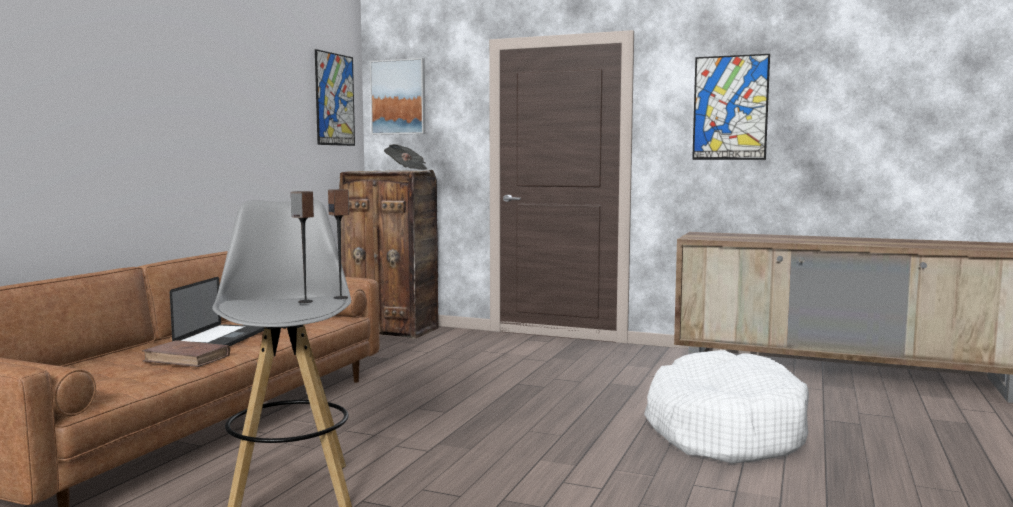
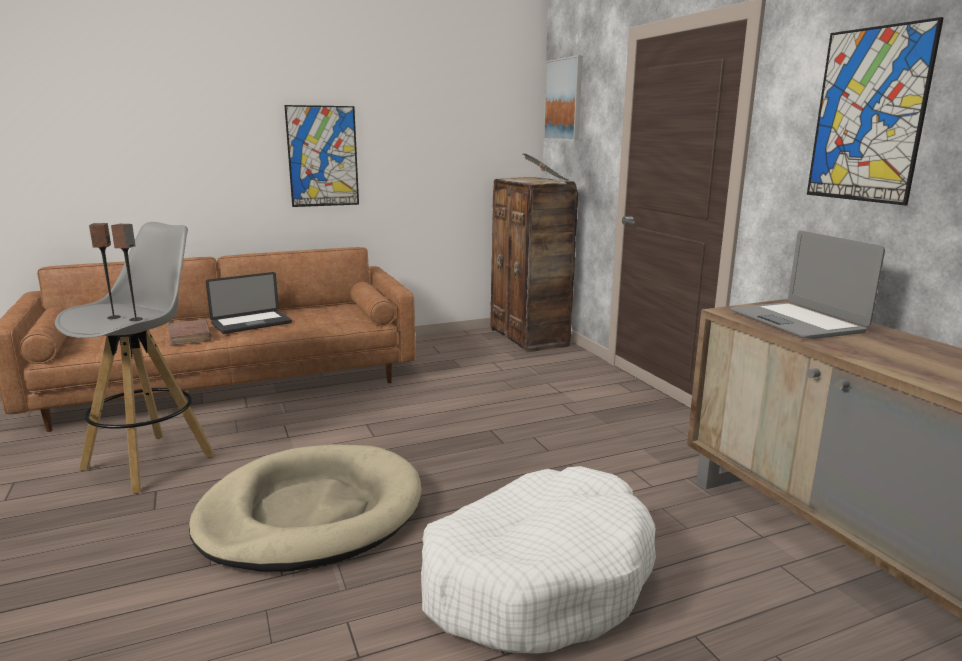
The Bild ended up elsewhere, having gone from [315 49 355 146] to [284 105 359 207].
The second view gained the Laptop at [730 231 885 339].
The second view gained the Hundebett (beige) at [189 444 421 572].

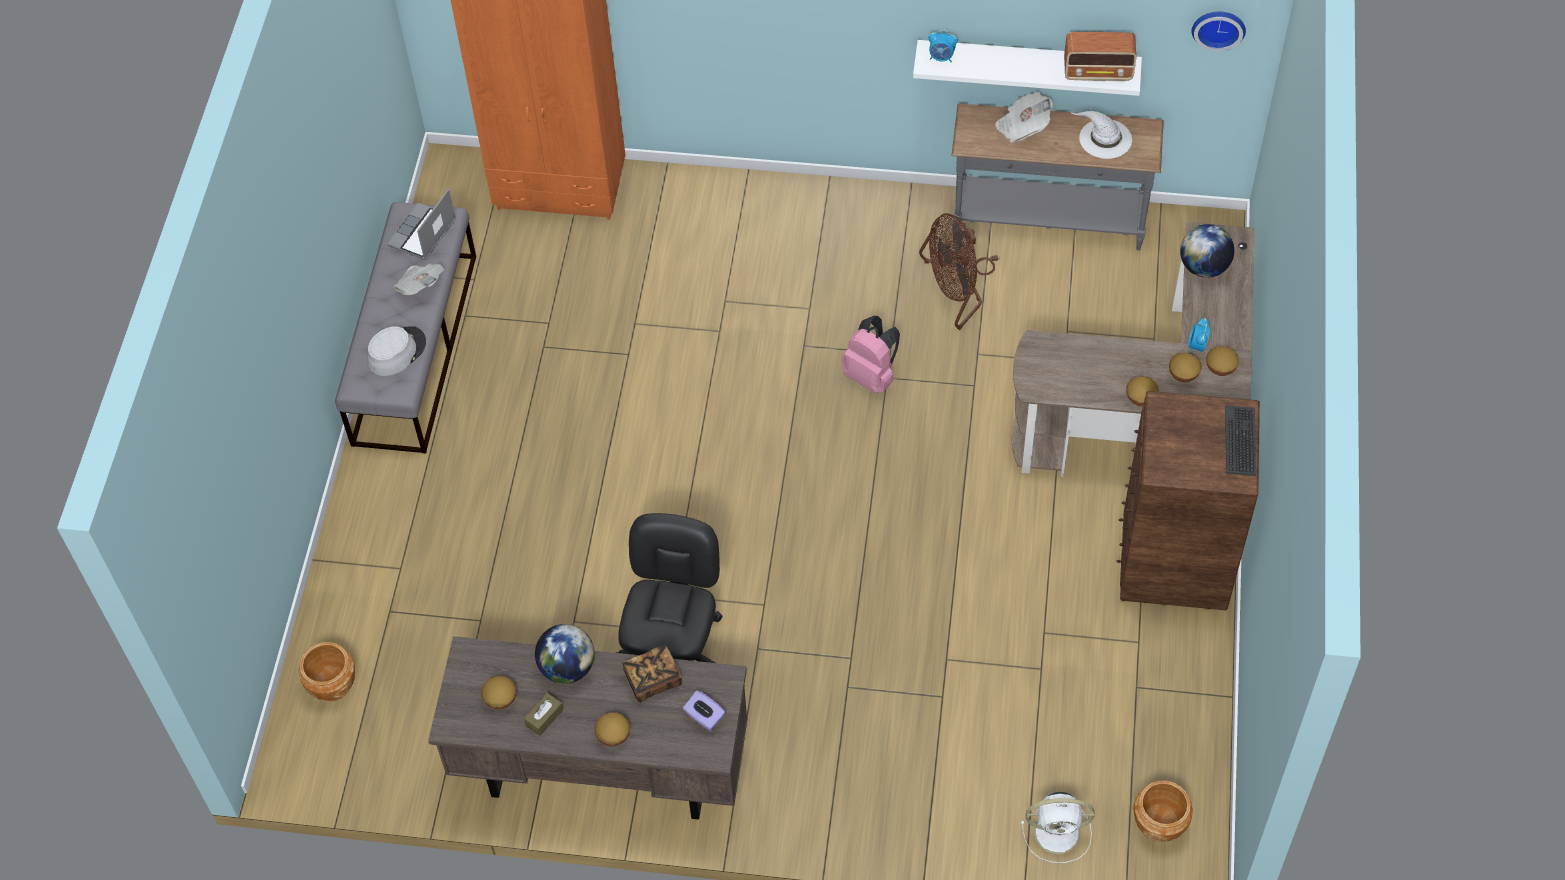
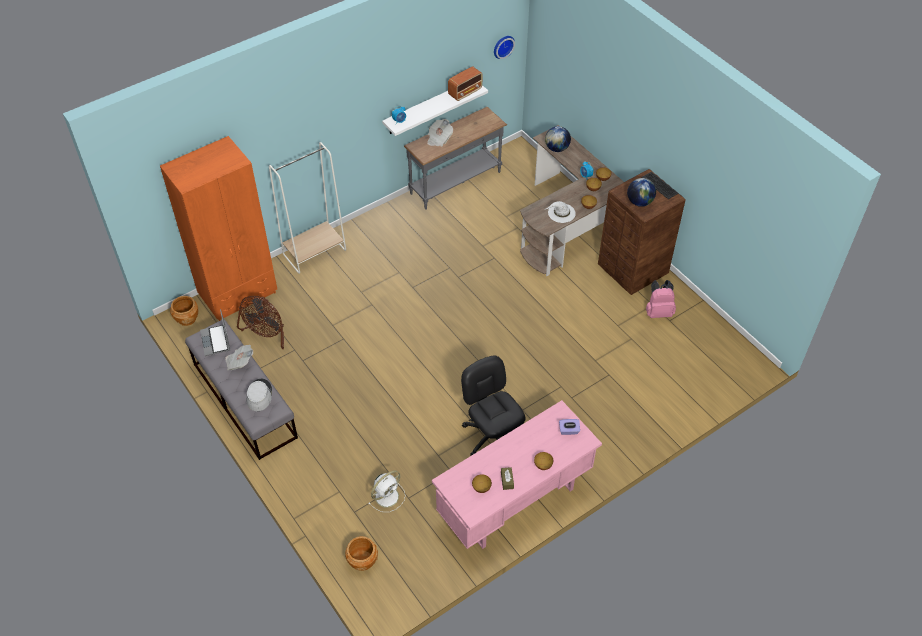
The Hut (weiß) ended up elsewhere, having gone from [1072 111 1132 159] to [546 201 576 223].
The Ventilator (braun) ended up elsewhere, having gone from [919 213 999 330] to [237 296 284 349].
The Rucksack (rosa) ended up elsewhere, having gone from [841 316 900 394] to [646 280 676 318].
The Globus ended up elsewhere, having gone from [535 624 595 684] to [627 178 656 207].
What was the Schreibtisch (braun) at [428 636 747 820] turned into the Schreibtisch (rosa) at [432 400 602 549].
The second view lost the Buch at [622 645 682 703].
The Pflanzkübel (braun) ended up elsewhere, having gone from [1133 781 1193 842] to [170 296 199 326].
The Ventilator (weiß) ended up elsewhere, having gone from [1021 792 1095 863] to [368 471 406 512].
The second view gained the Kleiderständer at [269 142 346 274].

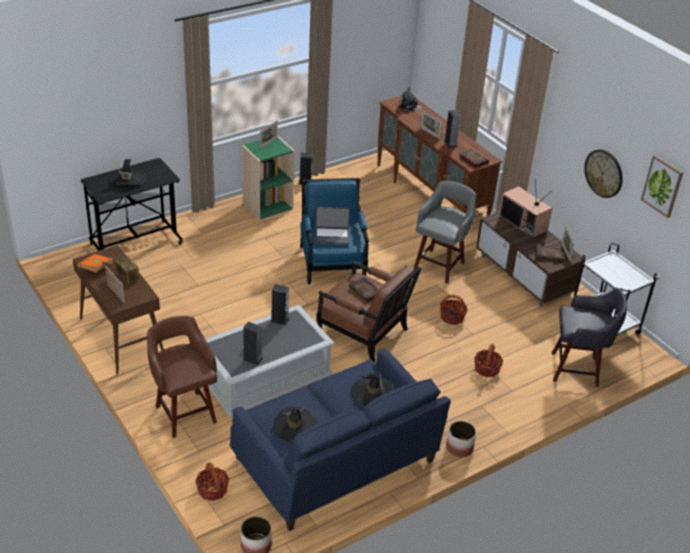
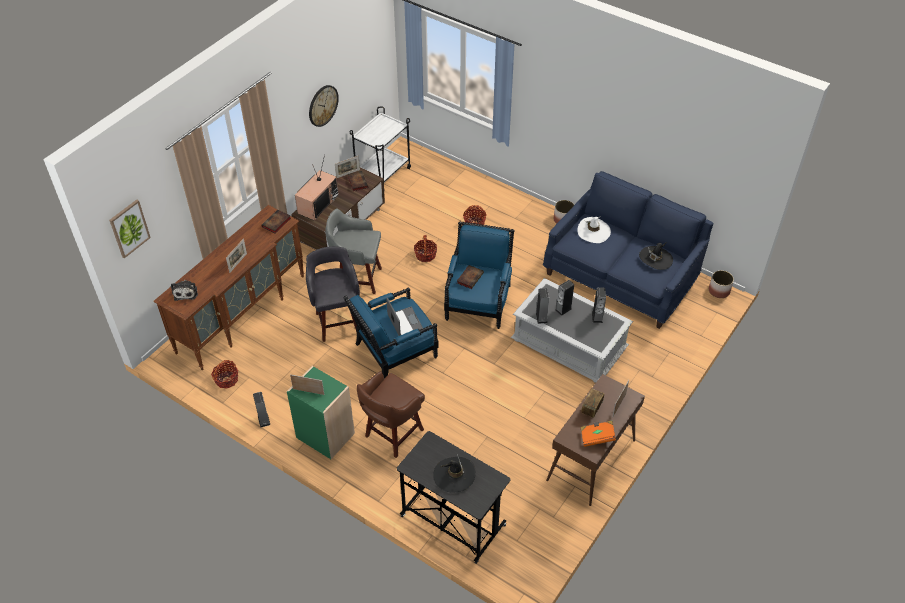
The Lautsprecher ended up elsewhere, having gone from [444 110 461 148] to [555 280 574 316].
The Bild ended up elsewhere, having gone from [641 155 683 218] to [109 200 151 258].
What was the Sessel (braun) at [316 261 422 362] turned into the Sessel (blau) at [444 221 515 329].
The Hocker (grau) ended up elsewhere, having gone from [552 288 627 387] to [306 246 360 342].
The Hocker (braun) ended up elsewhere, having gone from [147 316 217 438] to [357 371 425 458].
What was the Hut (schwarz) at [351 371 395 406] turned into the Hut (weiß) at [577 216 611 243].
The Korb ended up elsewhere, having gone from [195 462 229 501] to [211 360 238 389].

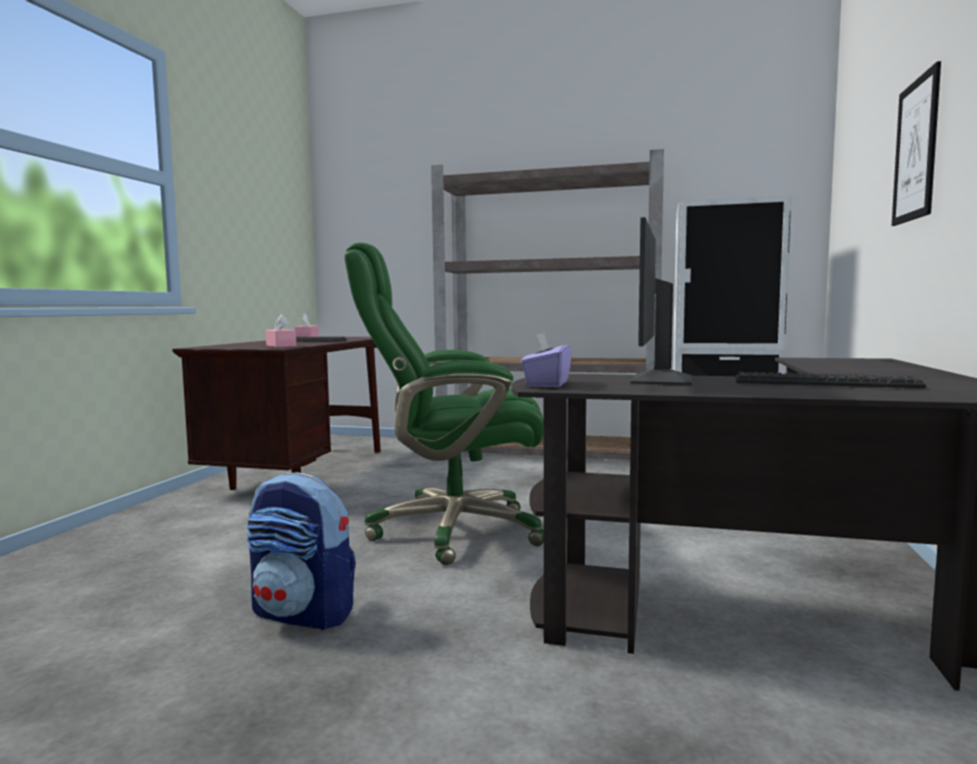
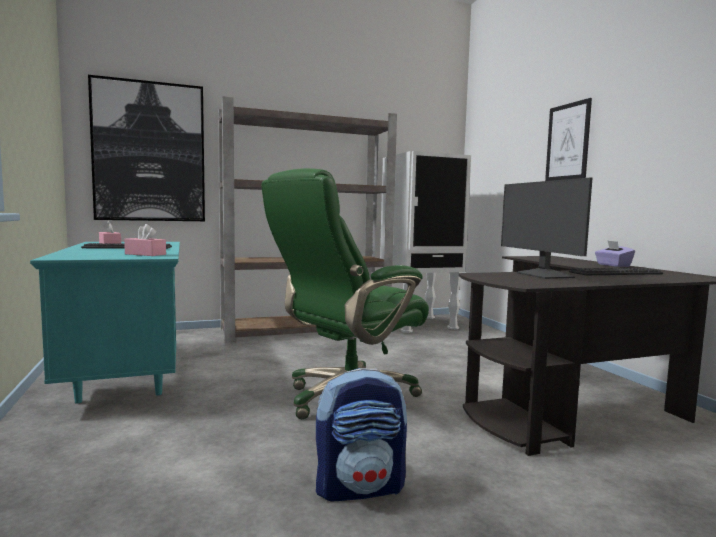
The Taschentuchbox (lila) ended up elsewhere, having gone from [521 333 572 387] to [595 240 635 267].
What was the Schreibtisch (braun) at [172 337 381 490] turned into the Schreibtisch (türkis) at [30 242 180 404].
The second view gained the Bild at [88 75 205 221].

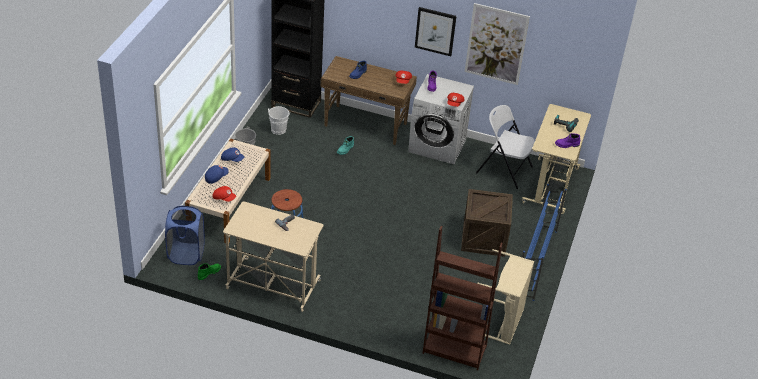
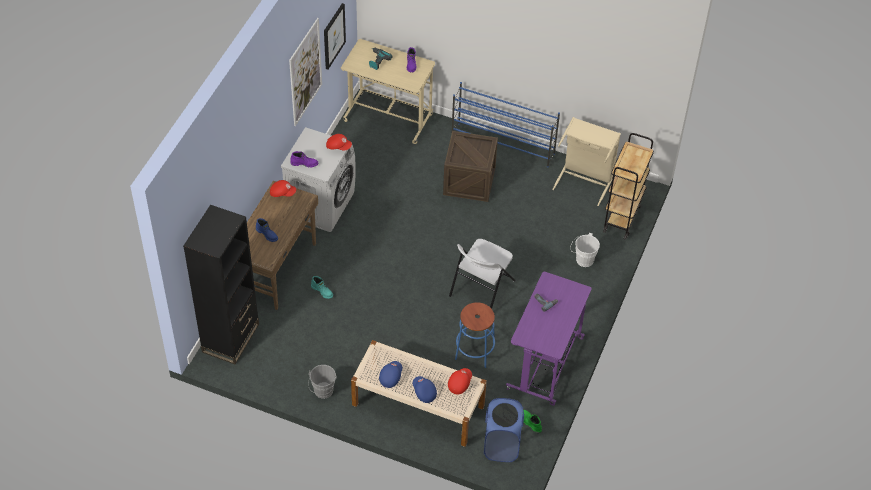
The Bild ended up elsewhere, having gone from [415 7 456 56] to [324 3 346 70].
The Stuhl (weiß) ended up elsewhere, having gone from [476 105 534 189] to [449 239 516 309].
The Eimer (weiß) ended up elsewhere, having gone from [268 106 291 135] to [573 233 600 267].
What was the Schreibtisch (beige) at [223 202 323 312] turned into the Schreibtisch (lila) at [506 272 591 406].
Where the Bücherregal (braun) stood at [422 226 503 370], the Rollwagen (braun) came to stand at [603 133 654 240].

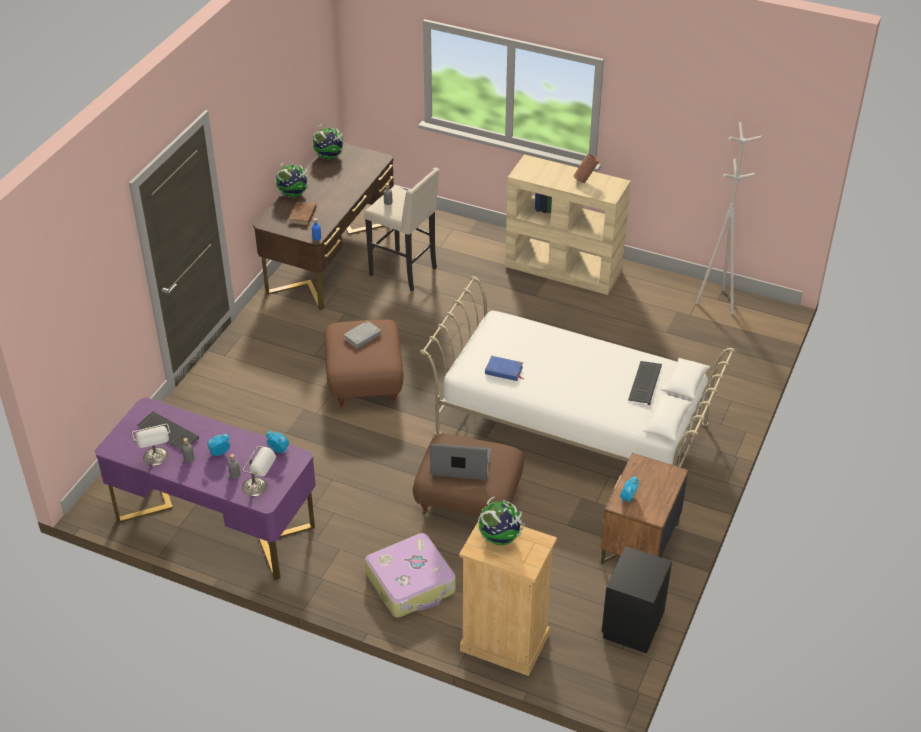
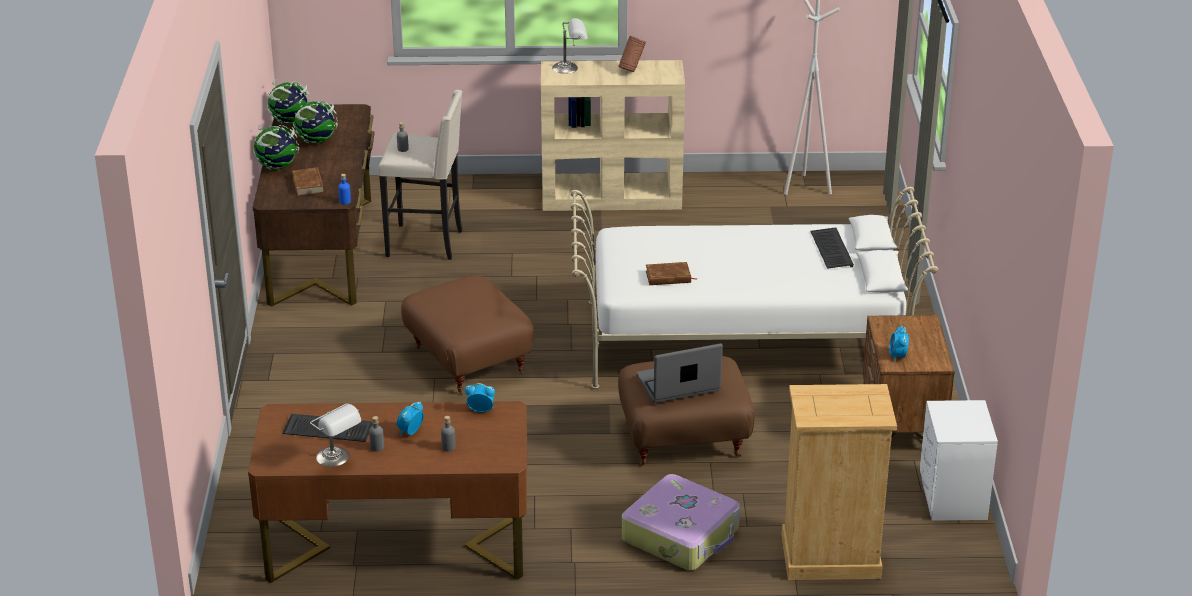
The second view lost the Buch (grau) at [343 320 382 349].
What was the Buch (blau) at [485 356 524 381] turned into the Buch (braun) at [646 262 698 285].
What was the Schreibtisch (lila) at [95 397 316 580] turned into the Schreibtisch (braun) at [248 401 527 583].
The Tischlampe (weiß) ended up elsewhere, having gone from [242 446 276 496] to [552 18 588 74].
The Globus ended up elsewhere, having gone from [478 496 524 545] to [293 97 338 144].
What was the Nachttisch (schwarz) at [602 546 672 653] turned into the Nachttisch (weiß) at [920 400 998 521].

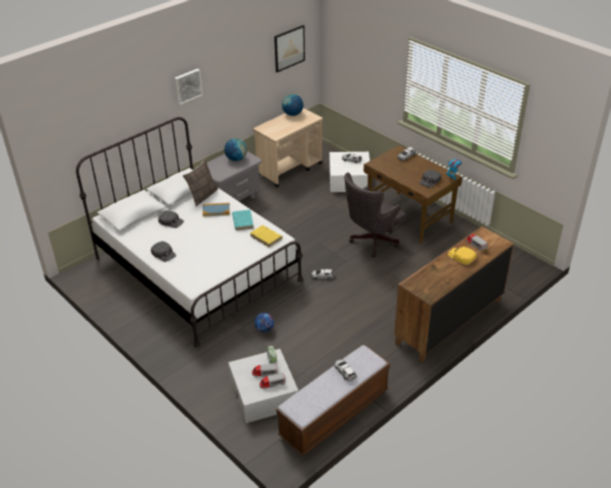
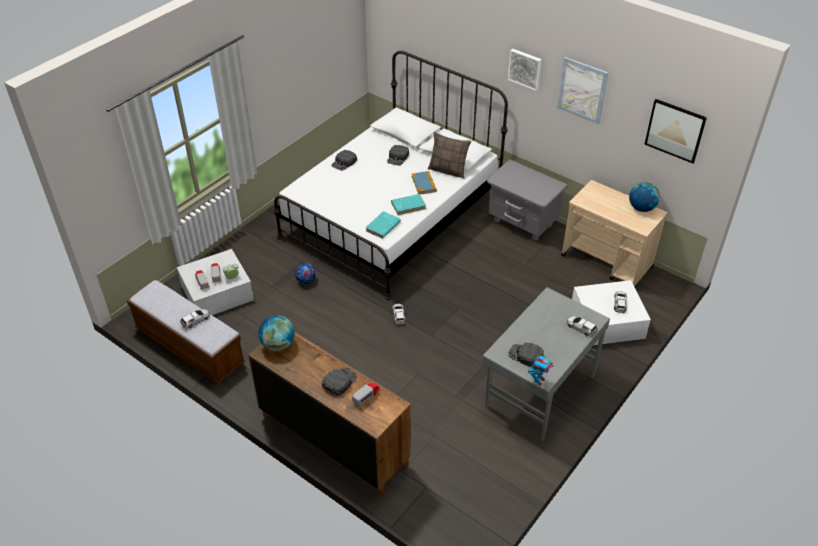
The Globus ended up elsewhere, having gone from [224 138 247 161] to [258 315 295 351].
What was the Schreibtisch (braun) at [364 145 462 244] turned into the Schreibtisch (grau) at [482 287 610 441].
The second view lost the Bürostuhl (grau) at [344 172 406 257].
What was the Buch (gelb) at [250 225 283 248] turned into the Buch (türkis) at [366 211 401 239].
What was the Kappe (gelb) at [448 246 477 266] turned into the Kappe (schwarz) at [322 367 357 397].
The second view gained the Bild at [557 57 608 124].

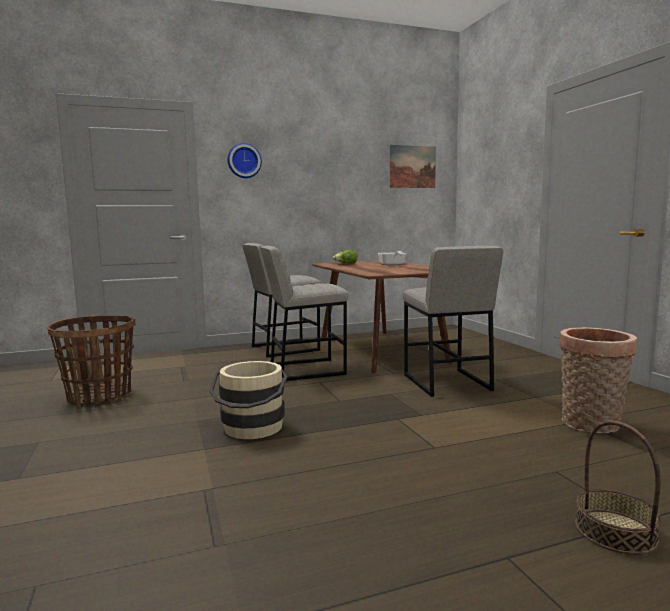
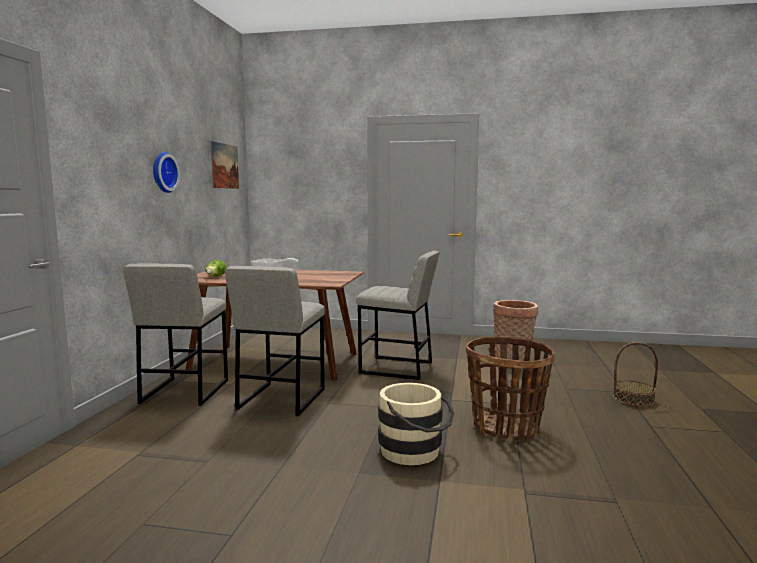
The Wanduhr ended up elsewhere, having gone from [228 143 262 178] to [153 152 180 193].
The Korb ended up elsewhere, having gone from [47 315 135 407] to [466 336 555 442].

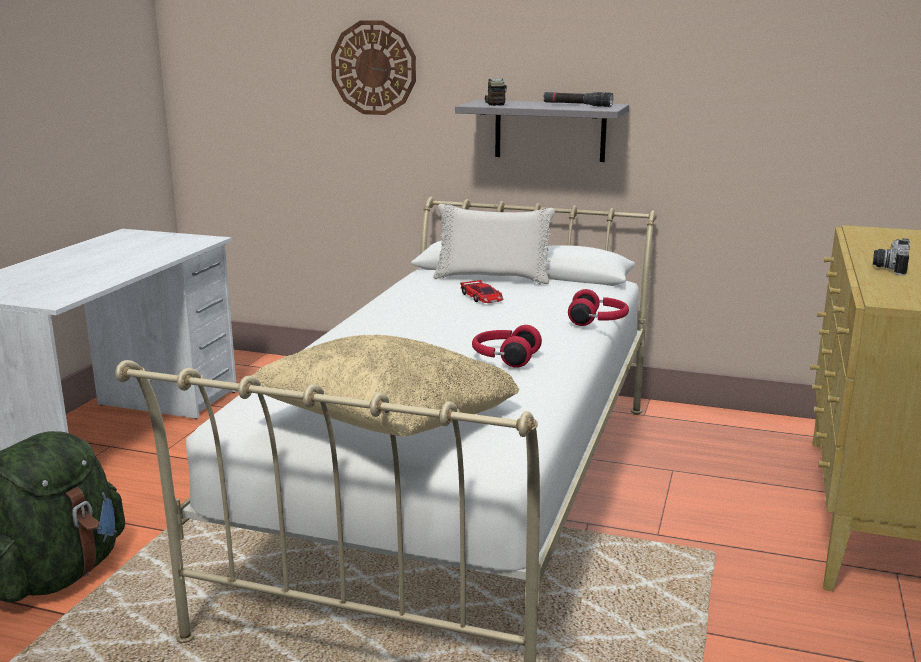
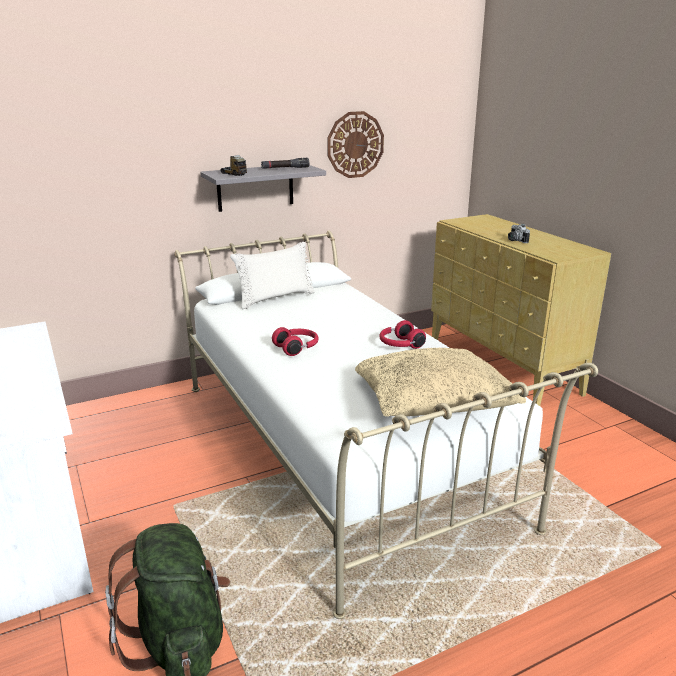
The Wanduhr ended up elsewhere, having gone from [331 20 416 115] to [327 111 384 178].
The second view lost the Spielzeugauto at [460 280 503 303].
The Kopfhörer (rot) ended up elsewhere, having gone from [568 289 629 326] to [272 327 319 356].

